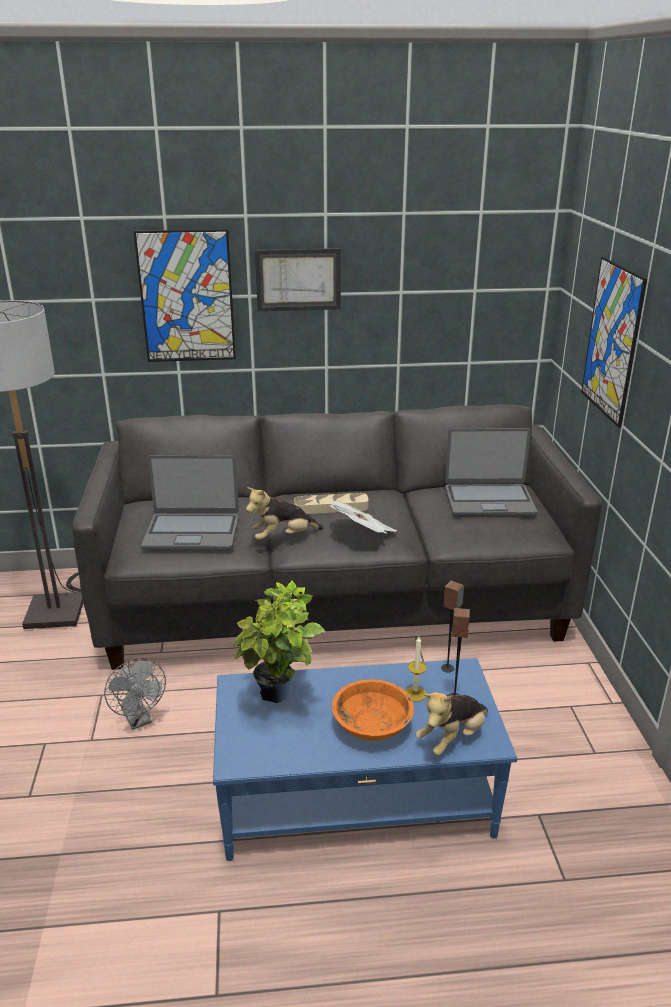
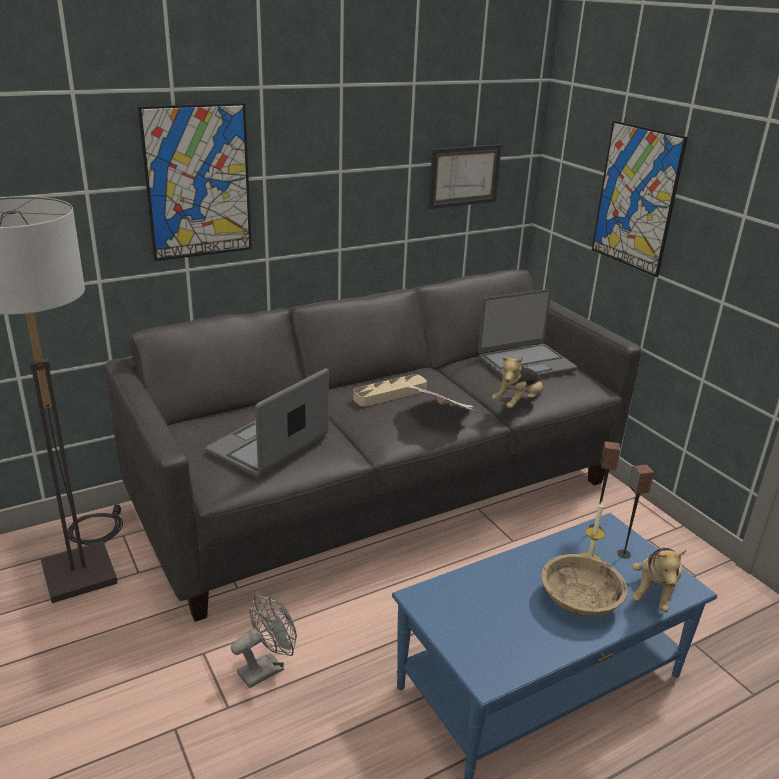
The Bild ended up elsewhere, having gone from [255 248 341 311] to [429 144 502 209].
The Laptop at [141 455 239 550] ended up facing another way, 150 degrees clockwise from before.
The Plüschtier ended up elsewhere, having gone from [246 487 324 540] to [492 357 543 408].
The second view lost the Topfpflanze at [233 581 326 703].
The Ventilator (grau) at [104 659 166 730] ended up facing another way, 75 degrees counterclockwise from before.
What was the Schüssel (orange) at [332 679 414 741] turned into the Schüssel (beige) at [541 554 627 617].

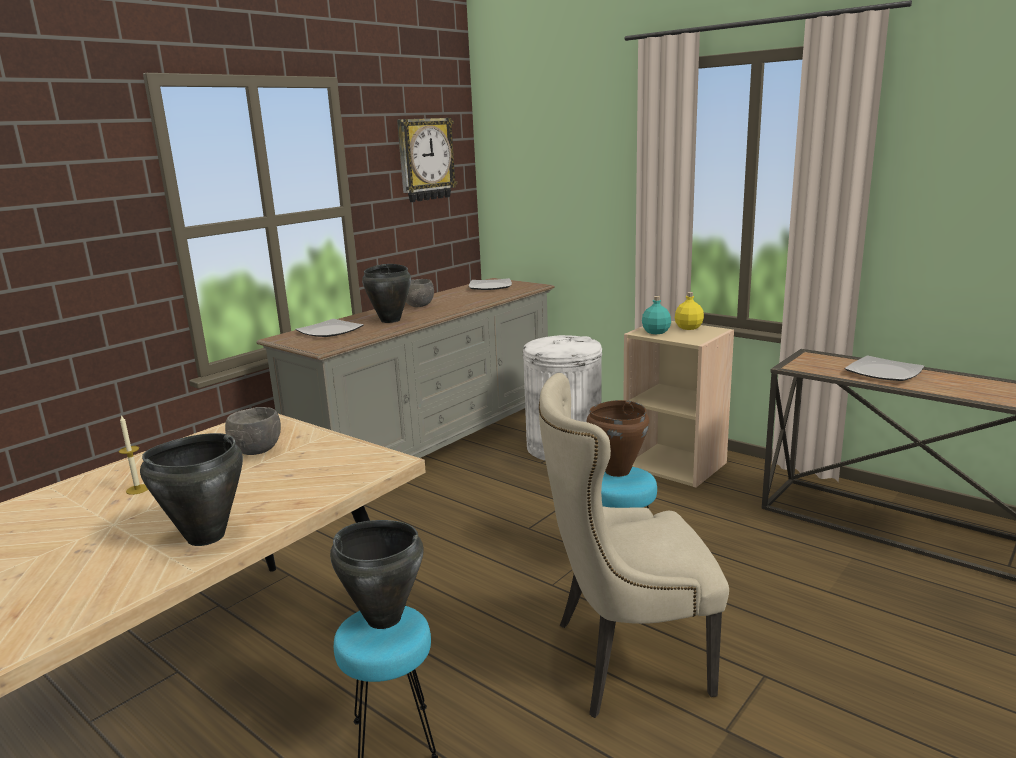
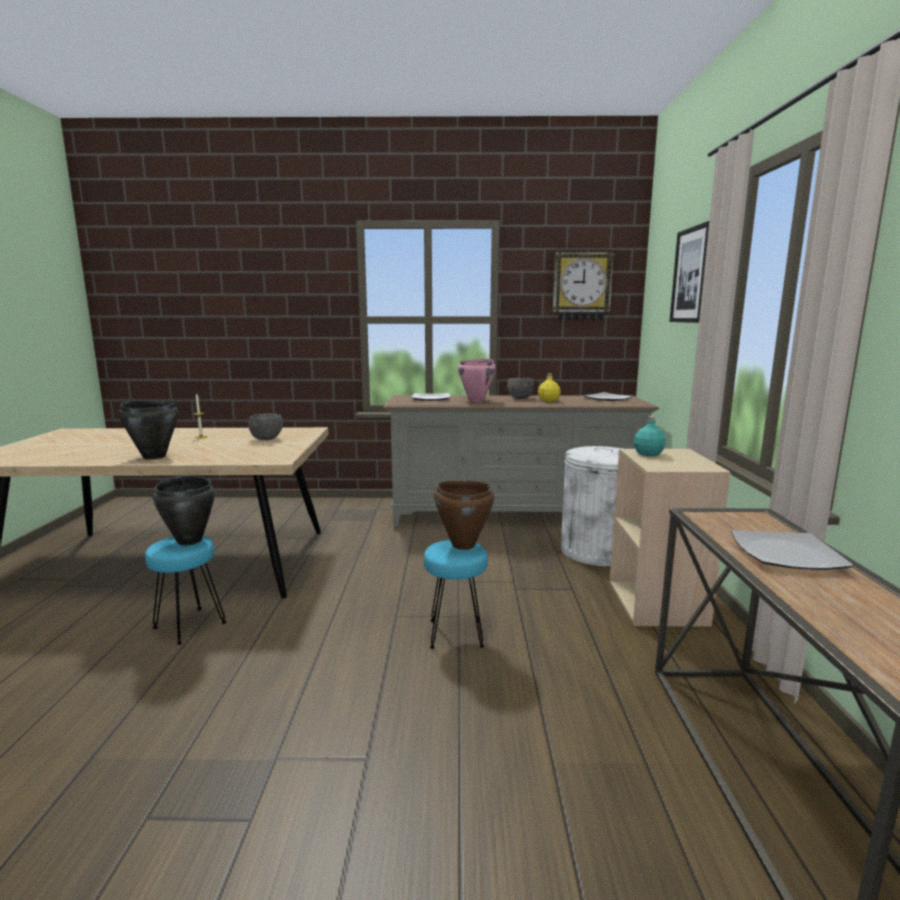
What was the Kochtopf (schwarz) at [362 264 411 323] turned into the Kochtopf (rosa) at [458 358 496 402].
The Flasche (gelb) ended up elsewhere, having gone from [675 292 704 330] to [538 373 561 402].
The second view lost the Stuhl (beige) at [539 373 729 718].
The second view gained the Bild at [669 221 709 323].

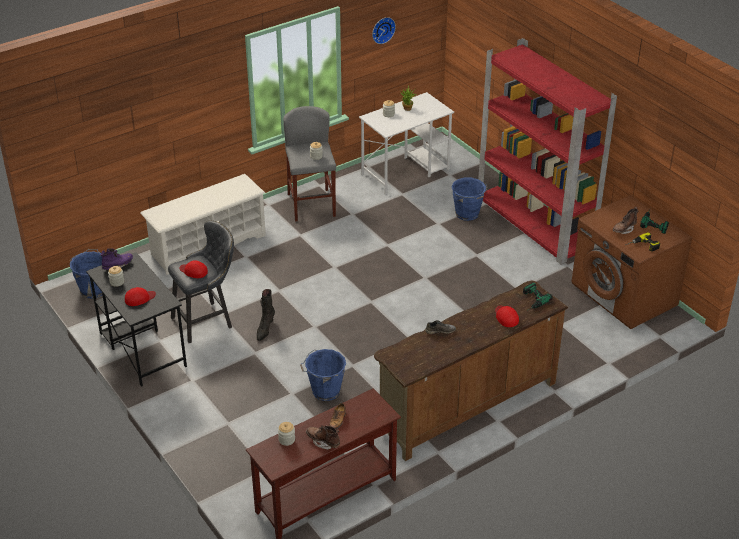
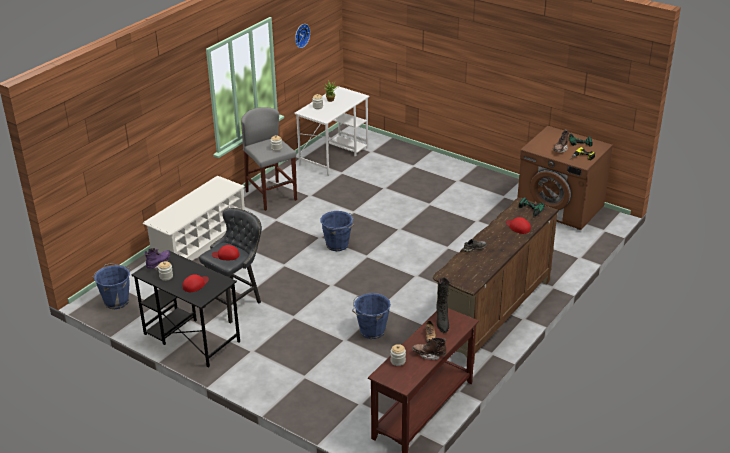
The second view lost the Bücherregal (rot) at [478 38 617 265].
The Eimer (blau) ended up elsewhere, having gone from [452 178 487 221] to [321 211 354 251].
The Stiefel (schwarz) ended up elsewhere, having gone from [257 289 275 341] to [437 277 449 333].

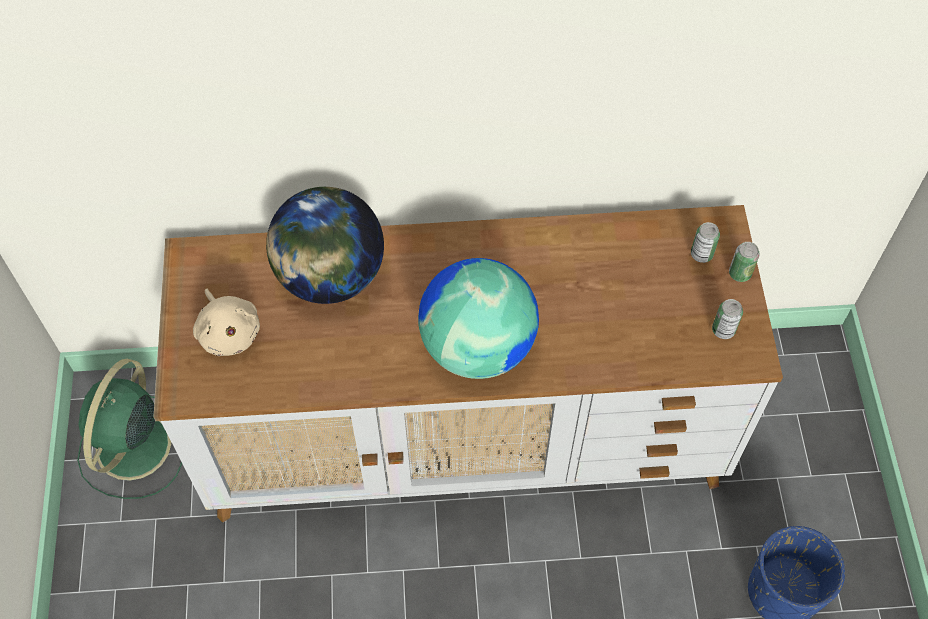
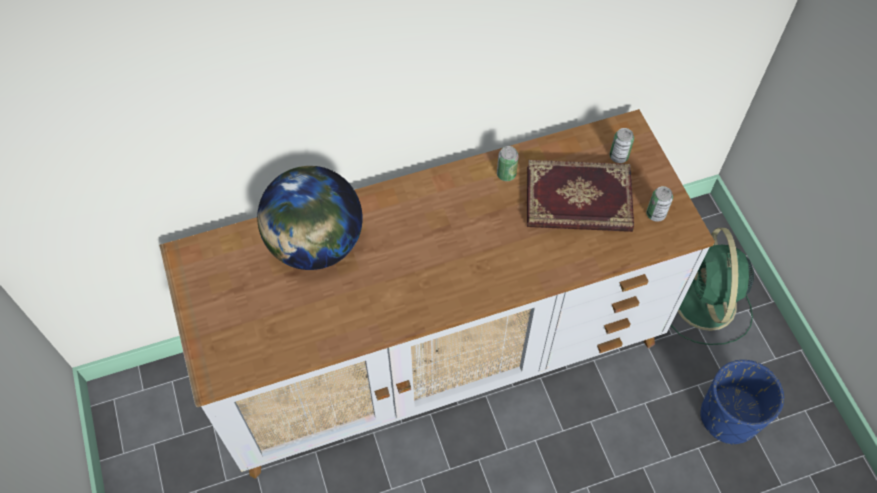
The Dose ended up elsewhere, having gone from [729 242 760 282] to [497 146 519 181].
The second view lost the Globus at [418 258 539 379].
The second view lost the Plüschtier (beige) at [193 289 260 356].
The Ventilator (grün) ended up elsewhere, having gone from [77 359 182 499] to [671 228 754 345].
The second view gained the Buch at [527 160 634 232].

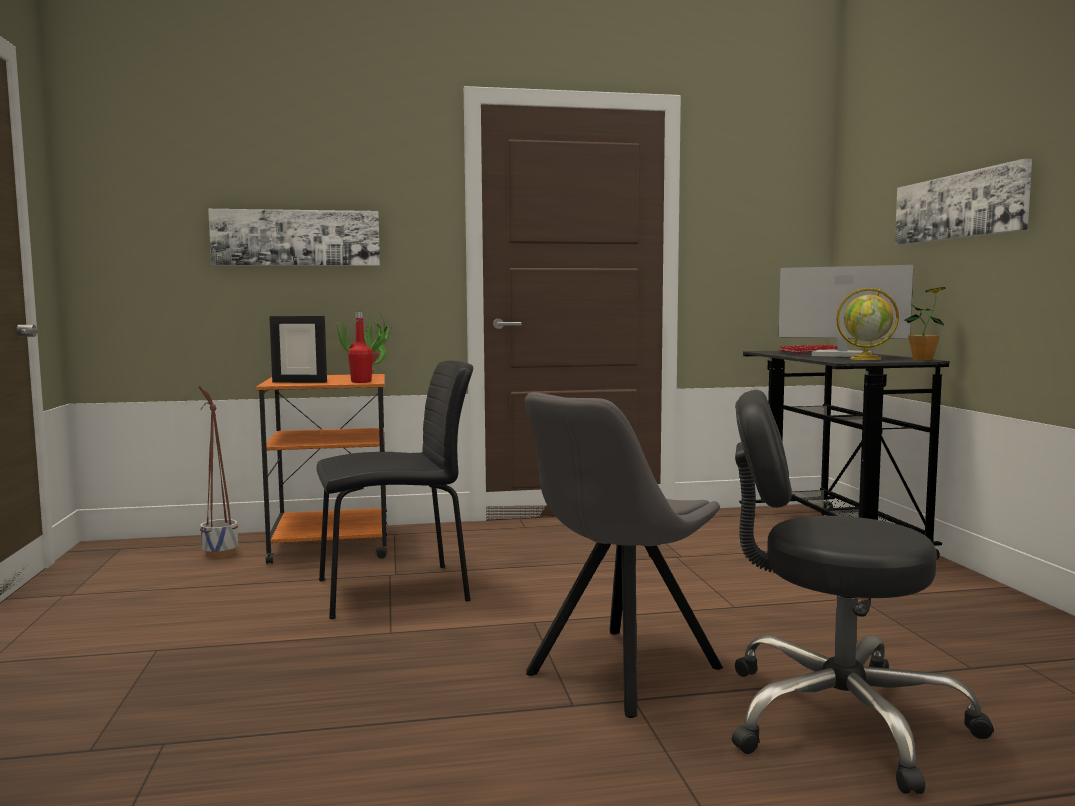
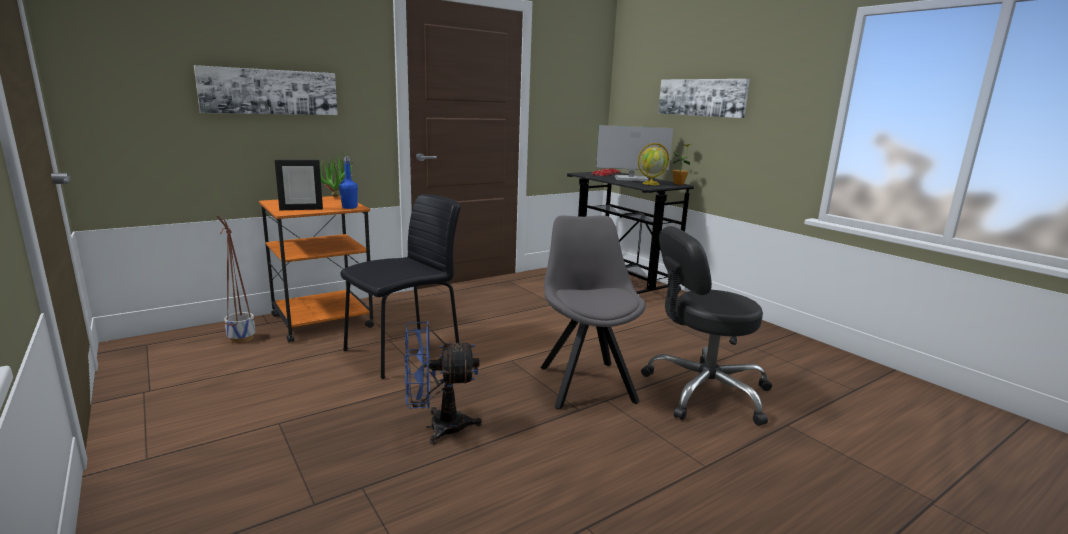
What was the Flasche (rot) at [348 312 373 383] turned into the Flasche (blau) at [339 156 358 209].
The Stuhl (grau) at [525 392 723 718] ended up facing another way, 150 degrees clockwise from before.
The second view gained the Ventilator (blau) at [404 322 482 445].

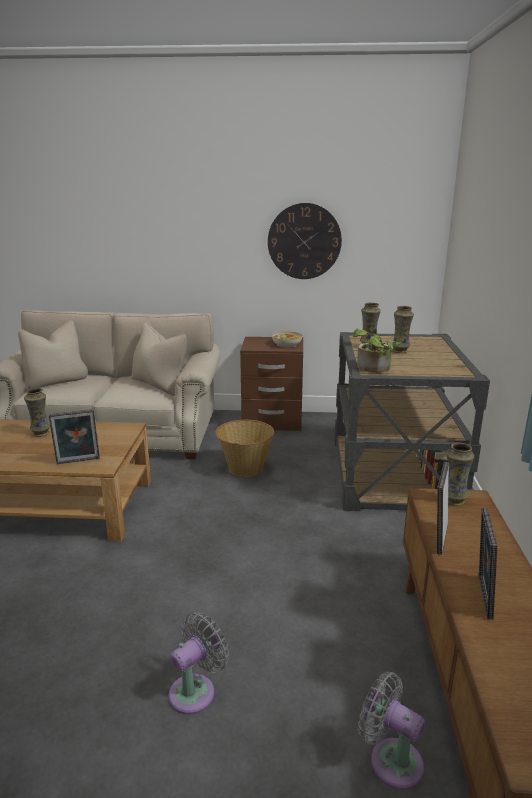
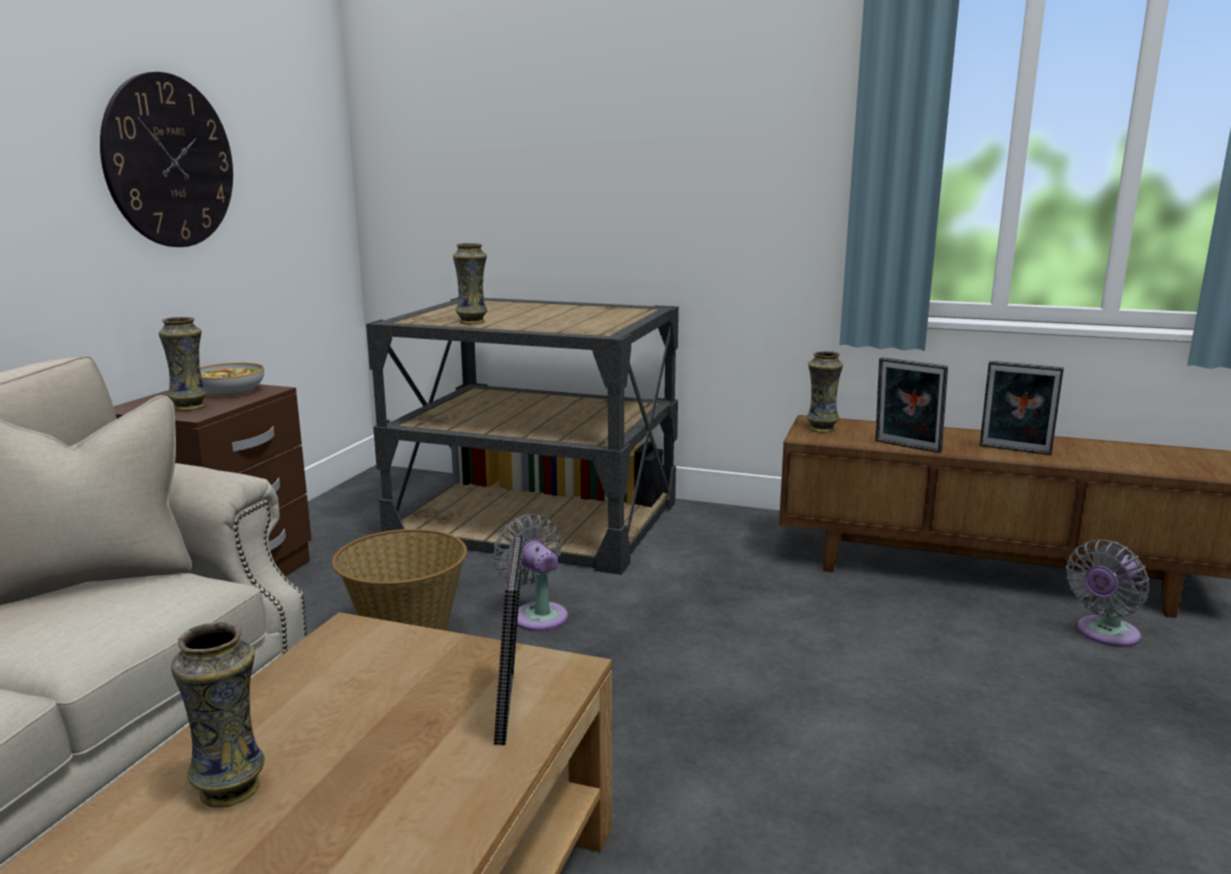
The Vase ended up elsewhere, having gone from [393 306 414 353] to [159 317 207 411].
The second view lost the Topfpflanze at [353 329 401 373].
The Ventilator (grau) ended up elsewhere, having gone from [169 612 229 715] to [493 514 568 632].

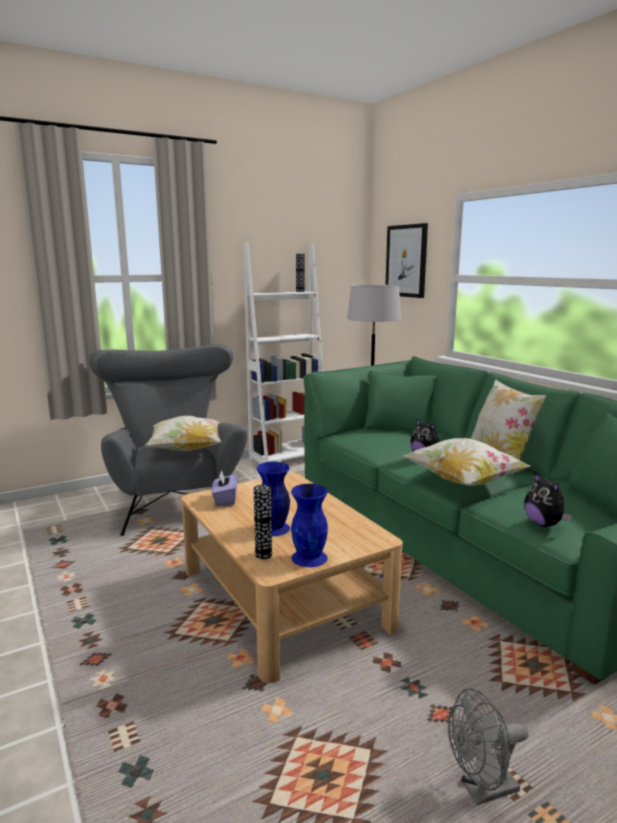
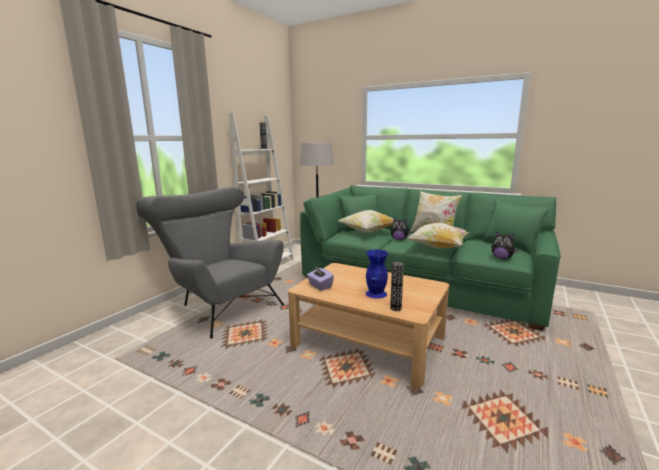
The second view lost the Bild at [385 223 428 298].
The Kissen ended up elsewhere, having gone from [146 416 222 451] to [338 210 393 233].
The second view lost the Vase (blau) at [291 484 328 567].
The second view lost the Ventilator (grau) at [448 688 528 805].

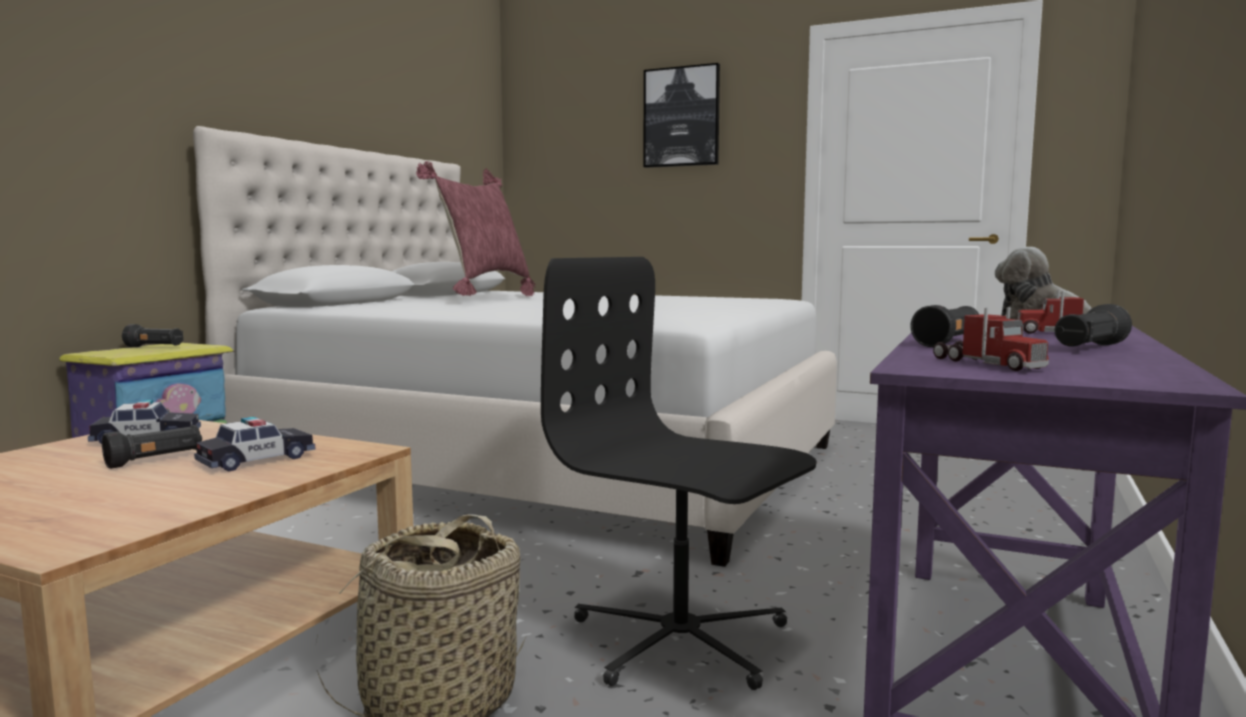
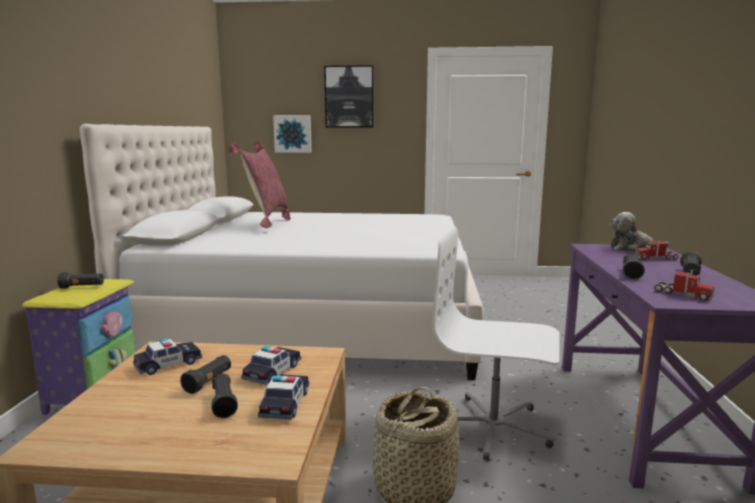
What was the Bürostuhl (schwarz) at [541 257 817 690] turned into the Bürostuhl (weiß) at [432 226 560 461].
The second view gained the Bild at [273 115 311 153].
The second view gained the Taschenlampe (schwarz) at [211 373 238 418].
The second view gained the Spielzeugauto at [258 375 310 419].

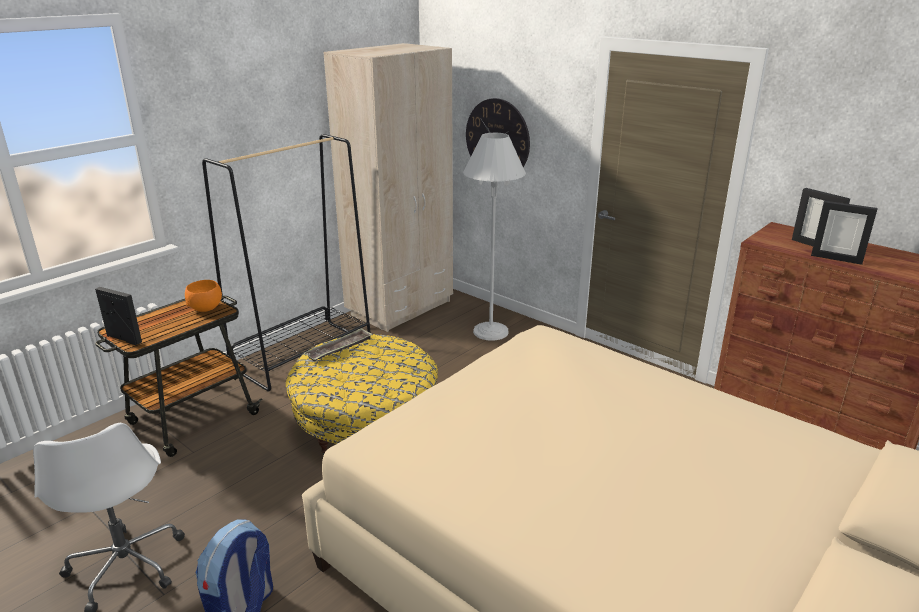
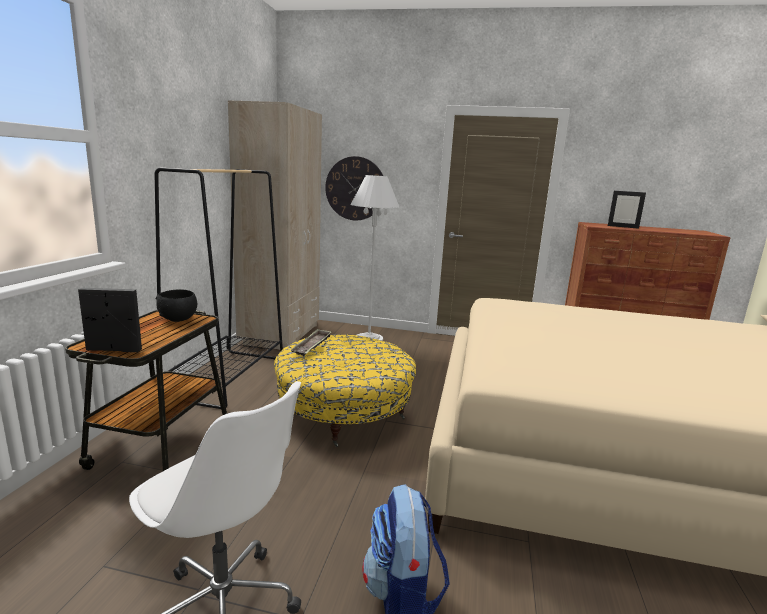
The second view lost the Bilderrahmen at [811 201 878 265].
What was the Schüssel (orange) at [185 280 222 312] turned into the Schüssel (schwarz) at [156 289 197 322].

